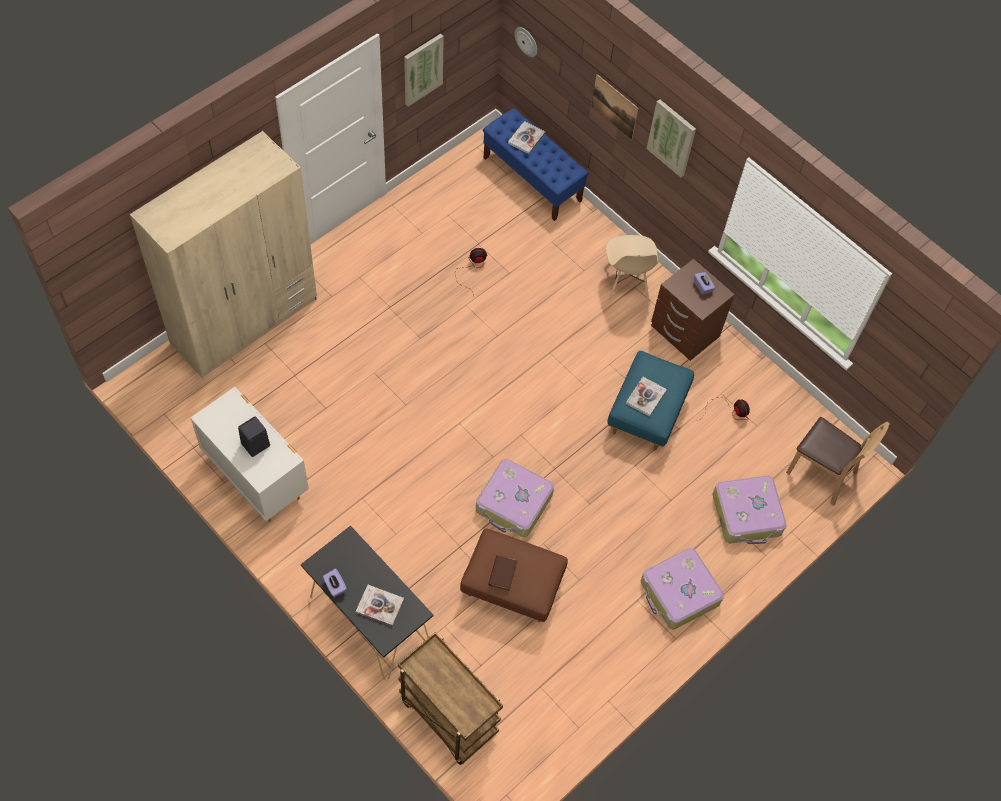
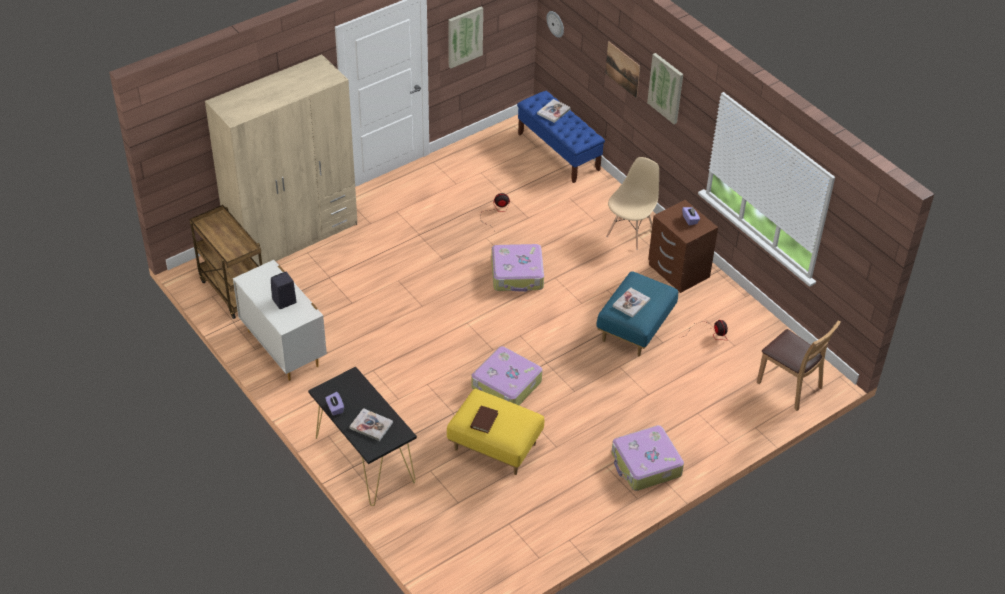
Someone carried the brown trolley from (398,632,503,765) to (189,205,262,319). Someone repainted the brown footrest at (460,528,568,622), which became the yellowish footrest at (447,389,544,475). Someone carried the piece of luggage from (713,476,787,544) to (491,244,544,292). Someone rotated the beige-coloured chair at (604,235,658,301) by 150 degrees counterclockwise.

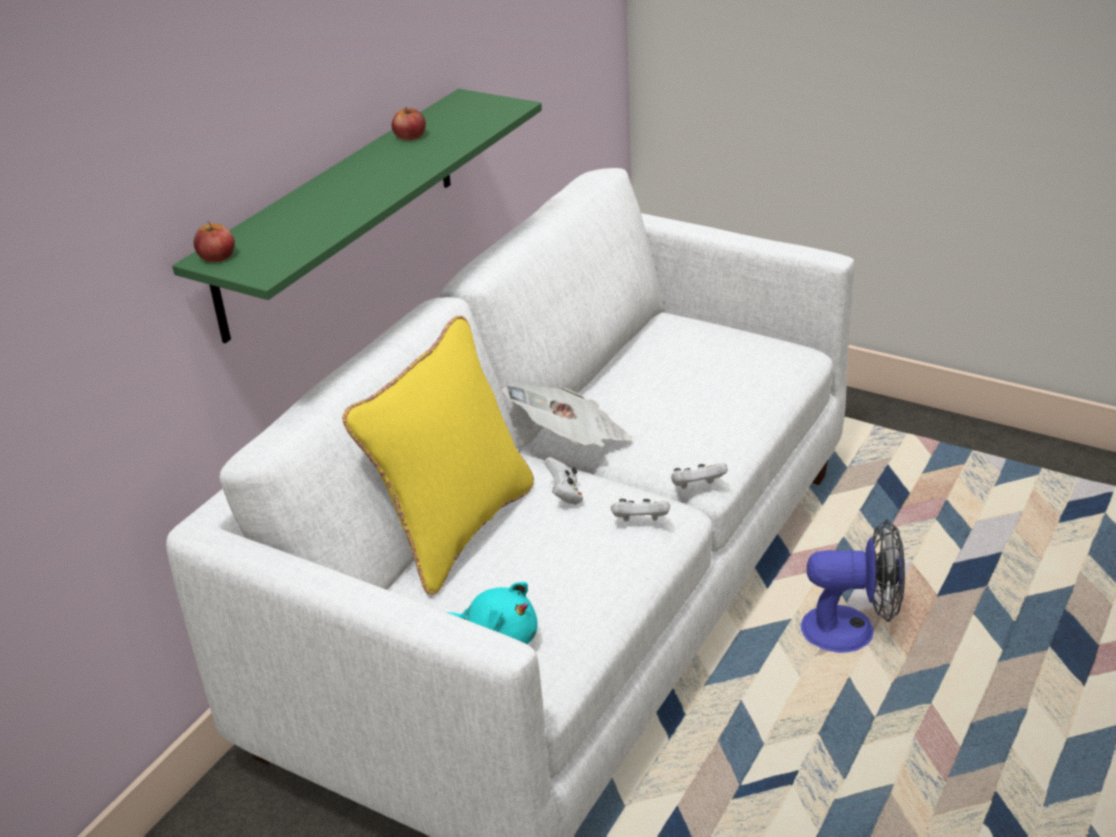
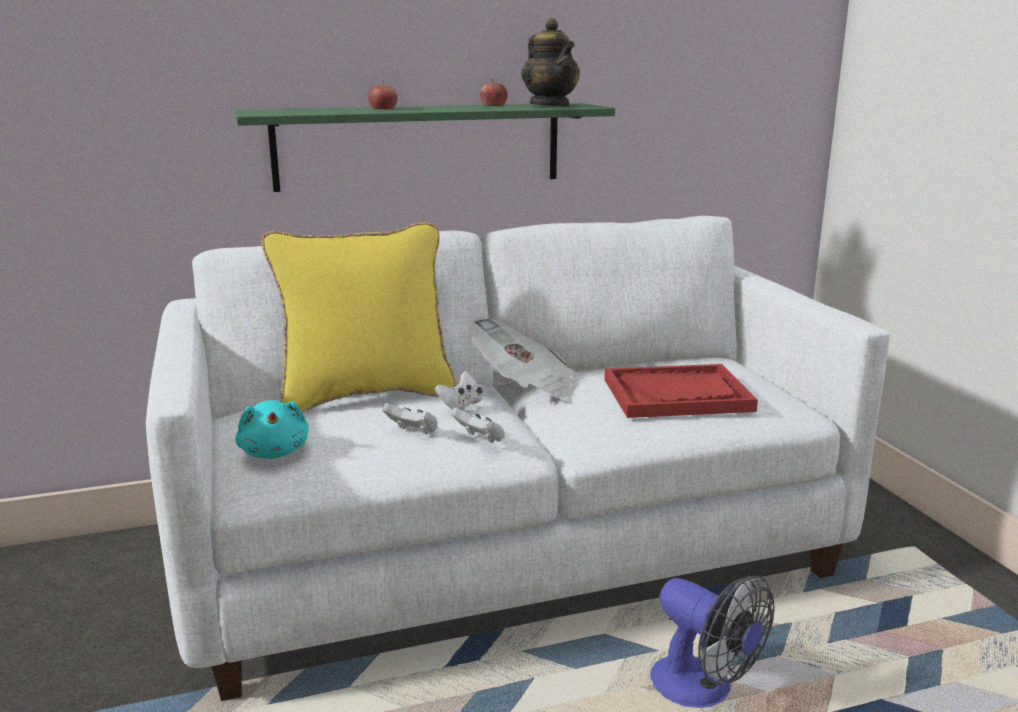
Someone carried the apple from (194,221,235,262) to (368,80,397,109). Someone carried the white joypad from (671,463,728,489) to (382,403,438,434). Someone put down the pot for tea at (522,18,580,107). Someone put down the reddish tray at (604,364,758,418).

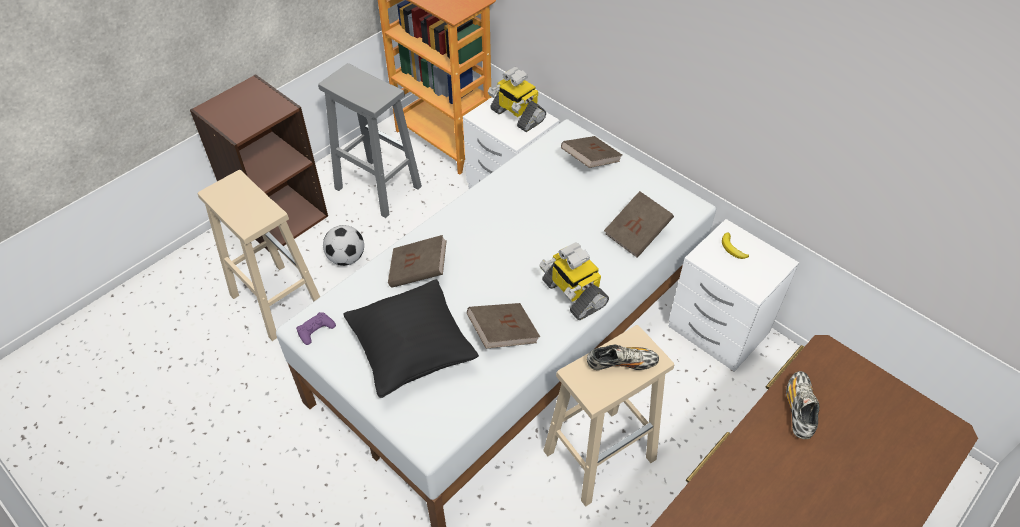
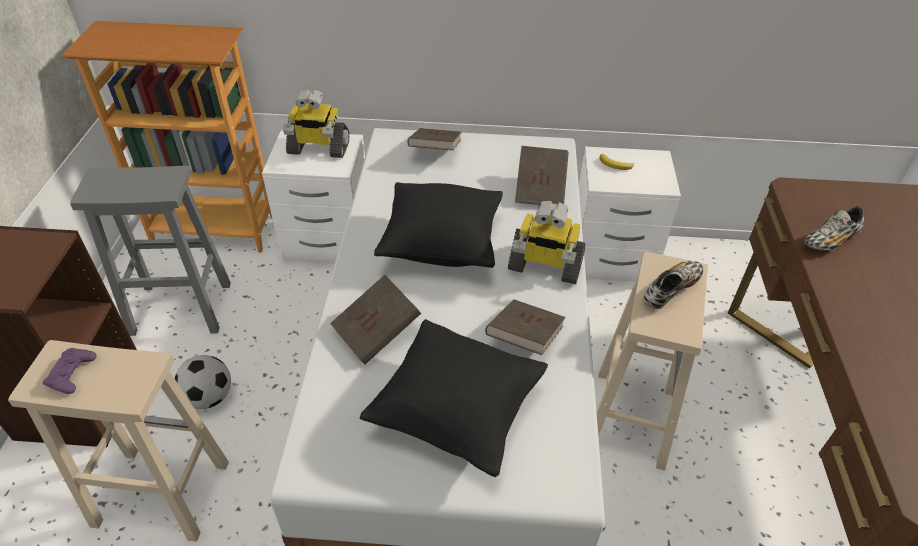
Someone carried the purple-coloured joypad from (296,312,336,345) to (43,348,97,394). Someone put down the black cushion at (374,182,503,268). Someone rotated the low shoe at (786,371,819,439) by 90 degrees counterclockwise.

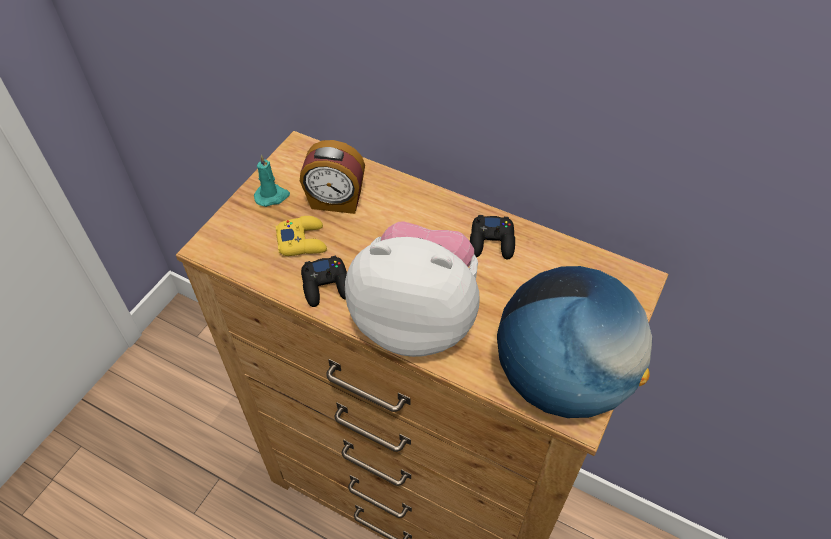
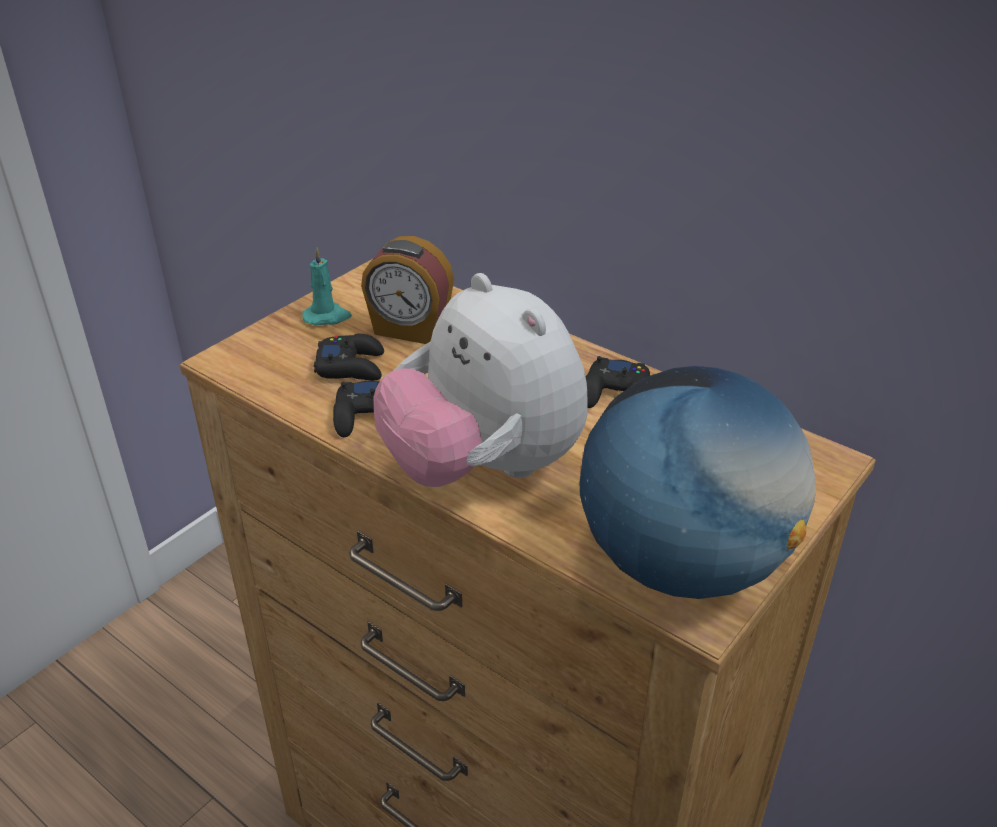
Someone repainted the yellowish joypad at (275,216,327,256), which became the black joypad at (314,333,384,380). Someone rotated the plush toy at (345,221,480,357) by 150 degrees counterclockwise.

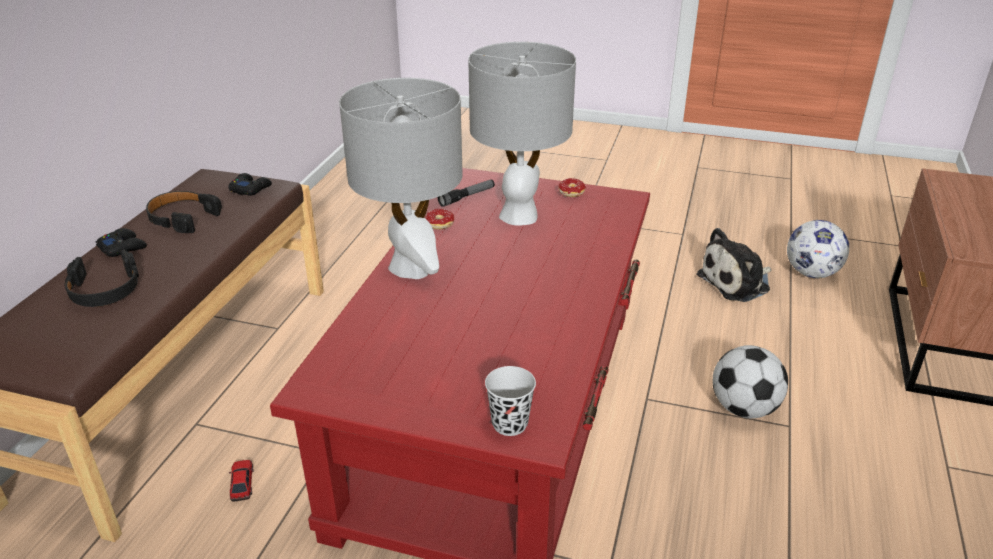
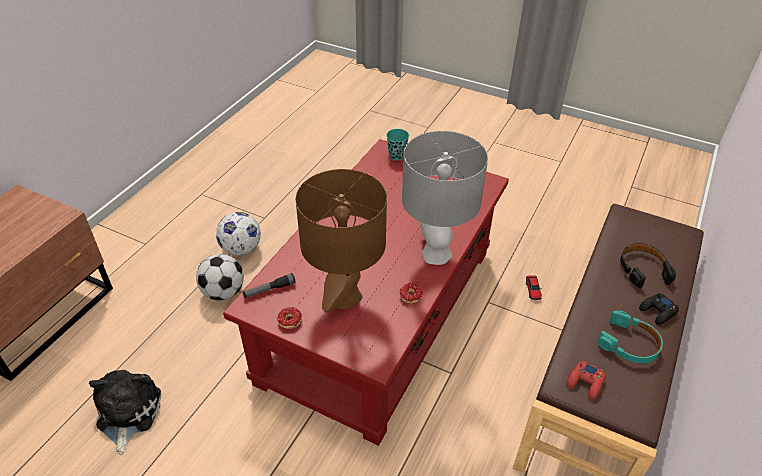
Someone rotated the plush toy at (696,228,771,302) by 75 degrees counterclockwise. Someone carried the ball for football from (787,220,849,278) to (216,212,261,256). Someone carried the flashlight from (438,180,495,207) to (243,273,296,298). Someone repainted the gray lamp for a table at (468,42,576,226), which became the brown lamp for a table at (296,169,387,313). Someone repainted the black drinking cup at (485,366,536,436), which became the turquoise-coloured drinking cup at (386,129,409,160). Someone repainted the black joypad at (228,173,272,196), which became the reddish joypad at (567,361,605,400). Someone repainted the black headset at (146,191,222,233), which became the turquoise-coloured headset at (598,310,663,363).

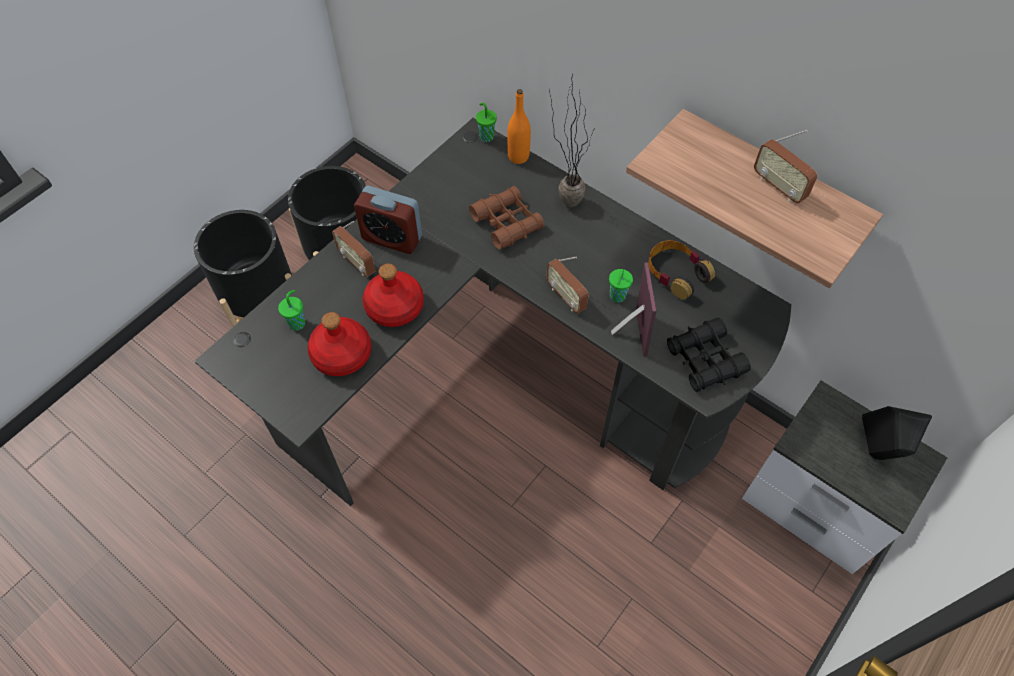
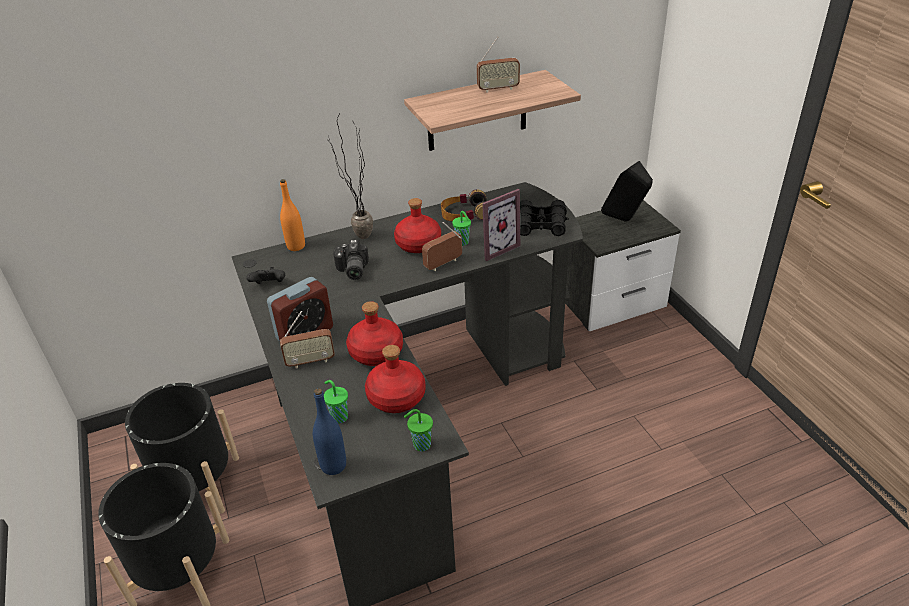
Someone put down the black joypad at (246,267,285,284). Someone put down the blue-coloured drink bottle at (313,388,346,475). Someone swapped the brown pair of binoculars at (469,186,544,249) for the photo camera at (333,239,369,280). Someone put down the reddish drink bottle at (394,198,441,253). Someone carried the green drinking cup from (476,102,497,142) to (404,409,433,451). Someone rotated the radio receiver at (546,257,589,314) by 150 degrees clockwise. Someone rotated the photo frame at (611,262,657,356) by 120 degrees clockwise.

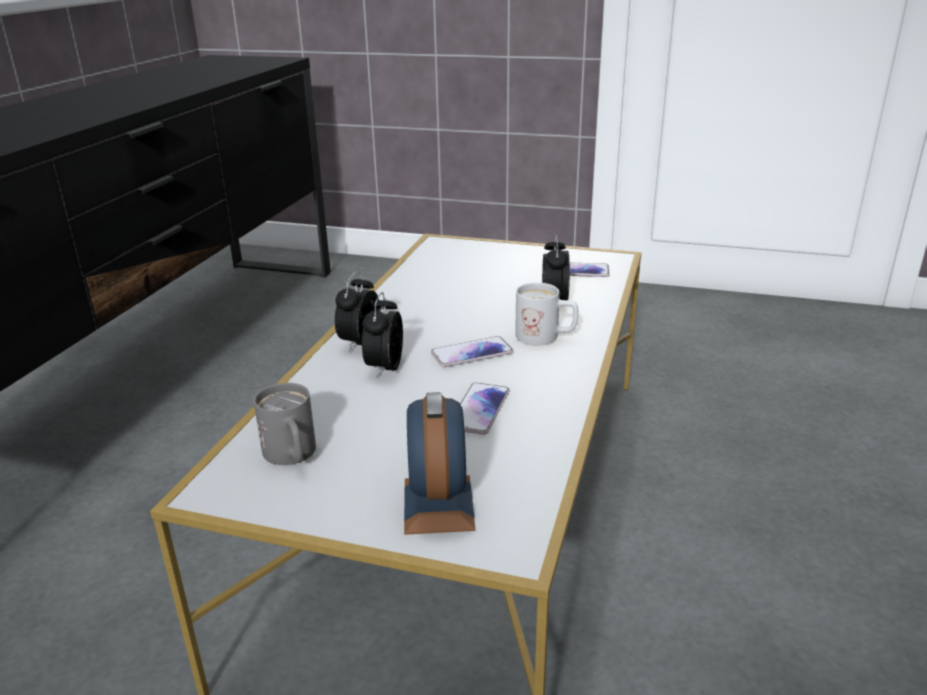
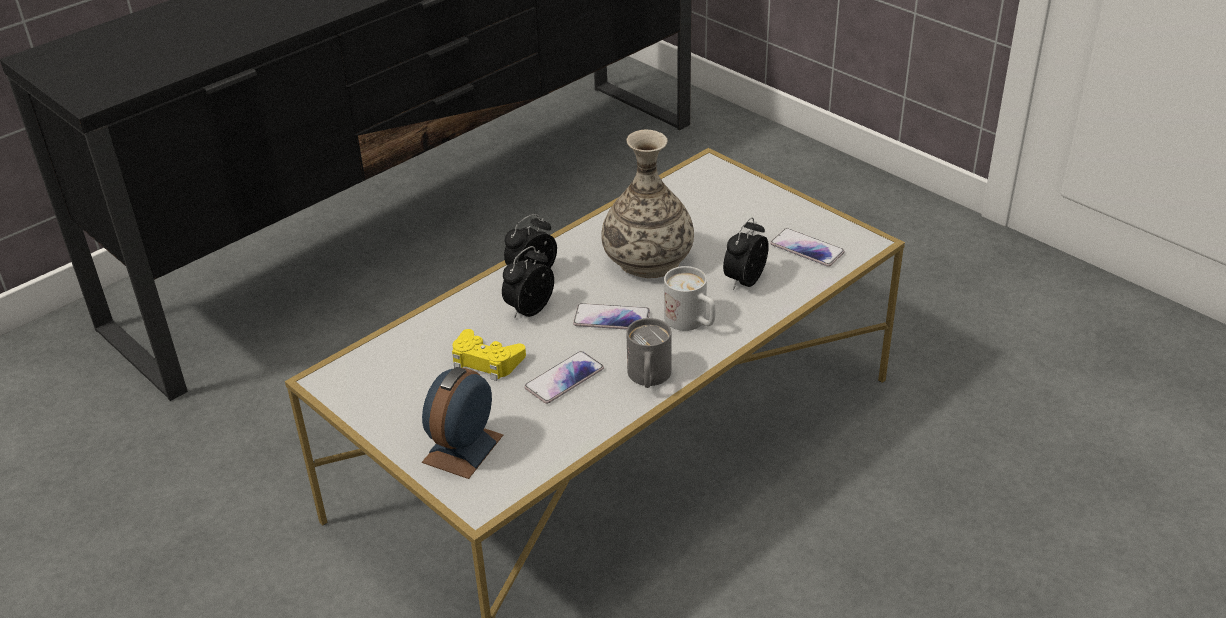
Someone put down the yellowish joypad at (452,329,526,381). Someone put down the vase at (602,130,694,278). Someone carried the gray tea mug from (254,383,316,465) to (626,318,671,388).

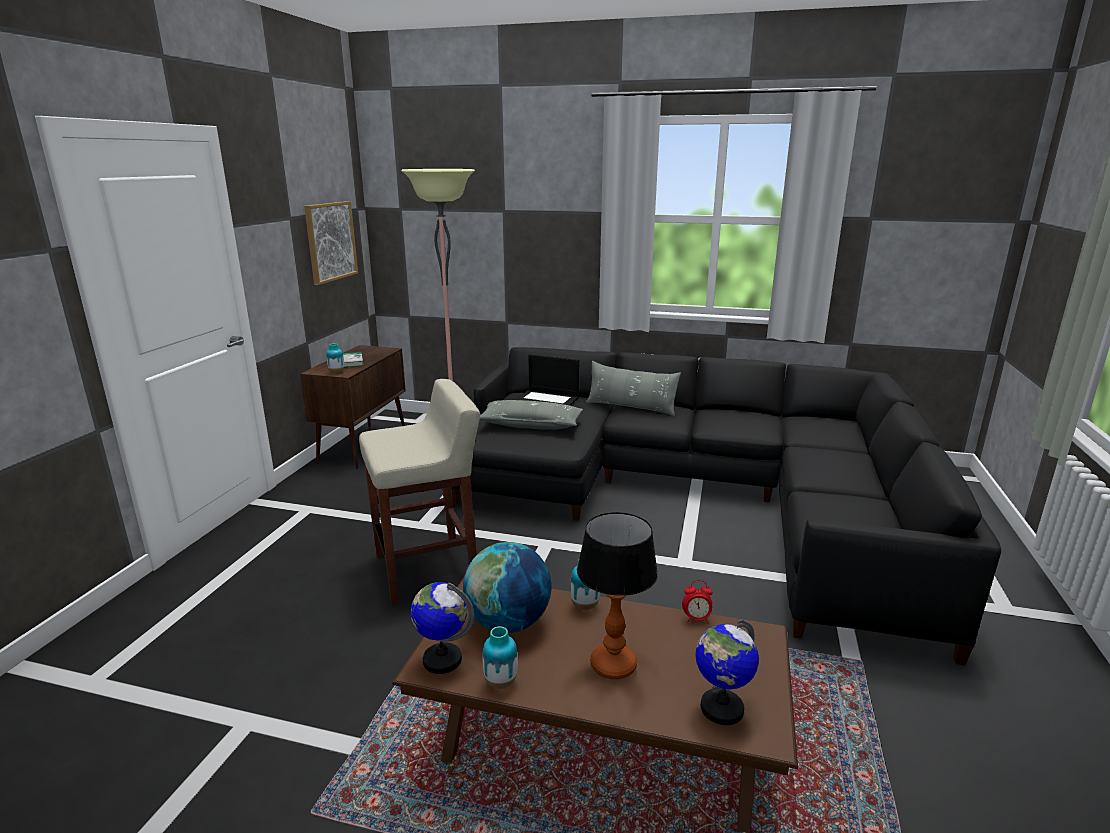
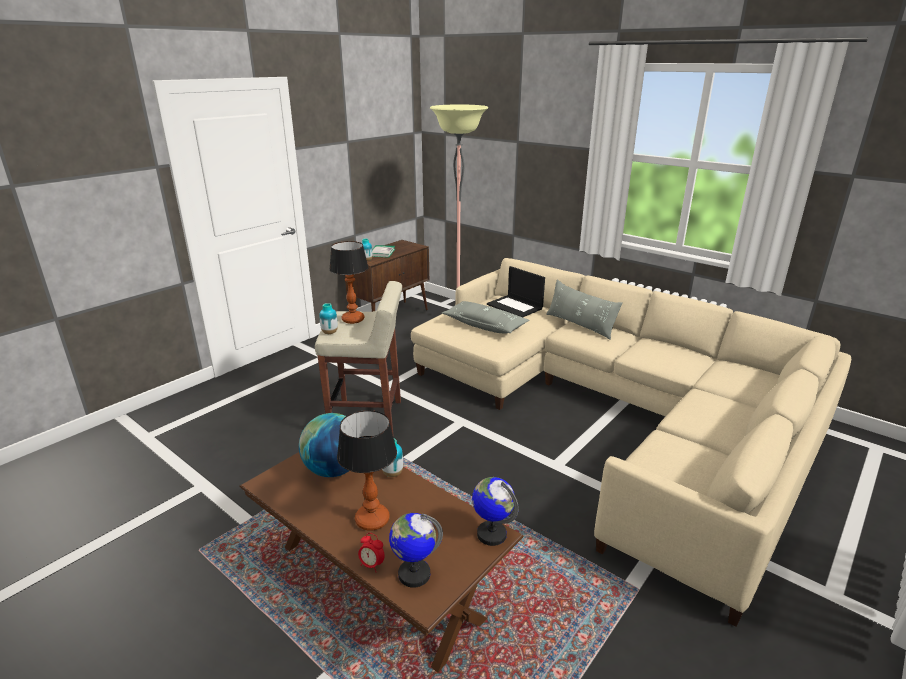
Someone carried the vase from (483,626,518,689) to (320,303,338,334). Someone put down the lamp for a table at (329,241,368,324). Someone carried the bedside clock from (682,580,713,624) to (358,533,385,572). Someone repainted the black settee at (451,347,1001,665), which became the beige-coloured settee at (411,258,851,627). Someone carried the globe from (411,582,474,674) to (472,477,519,546). Someone took away the wall art at (304,201,358,285).

